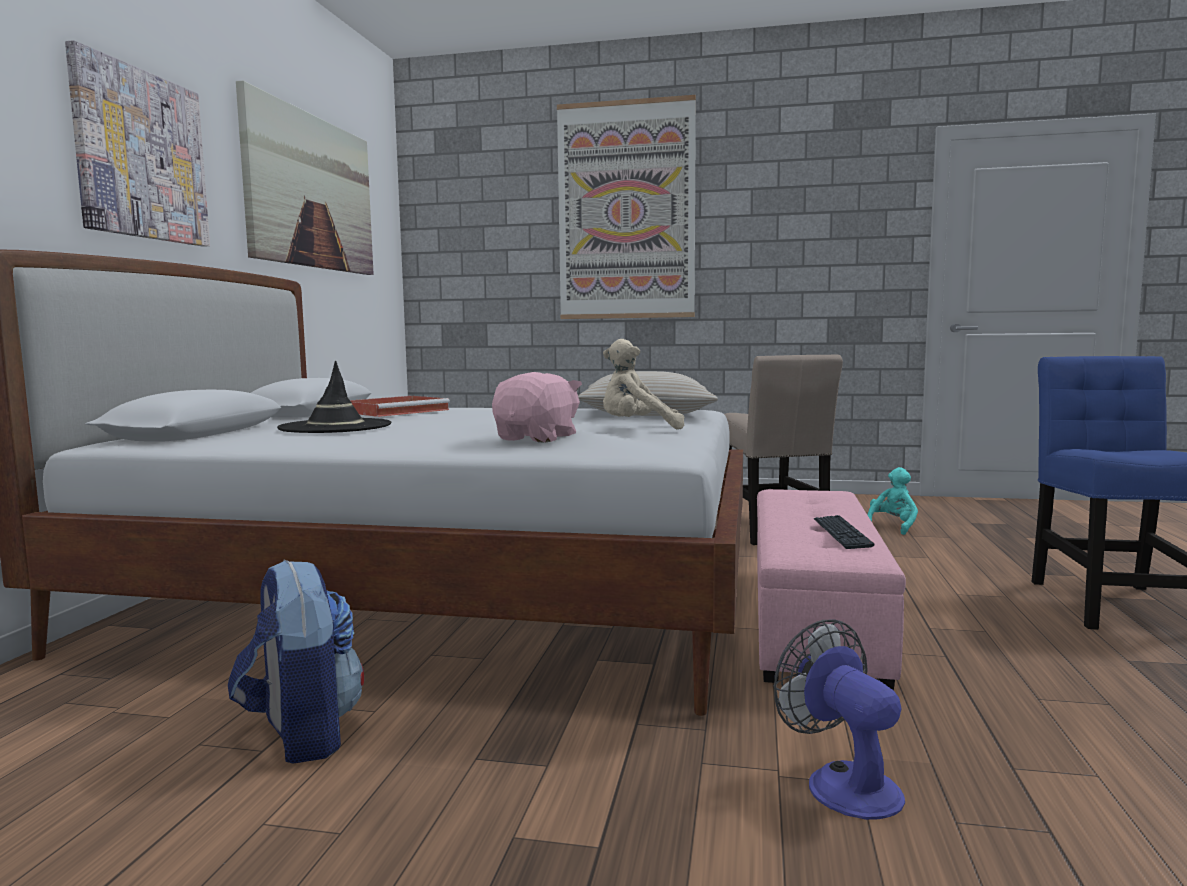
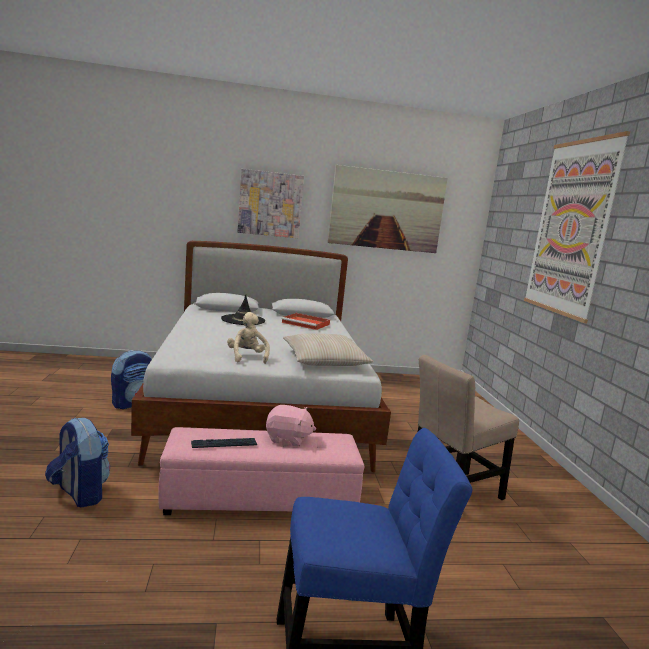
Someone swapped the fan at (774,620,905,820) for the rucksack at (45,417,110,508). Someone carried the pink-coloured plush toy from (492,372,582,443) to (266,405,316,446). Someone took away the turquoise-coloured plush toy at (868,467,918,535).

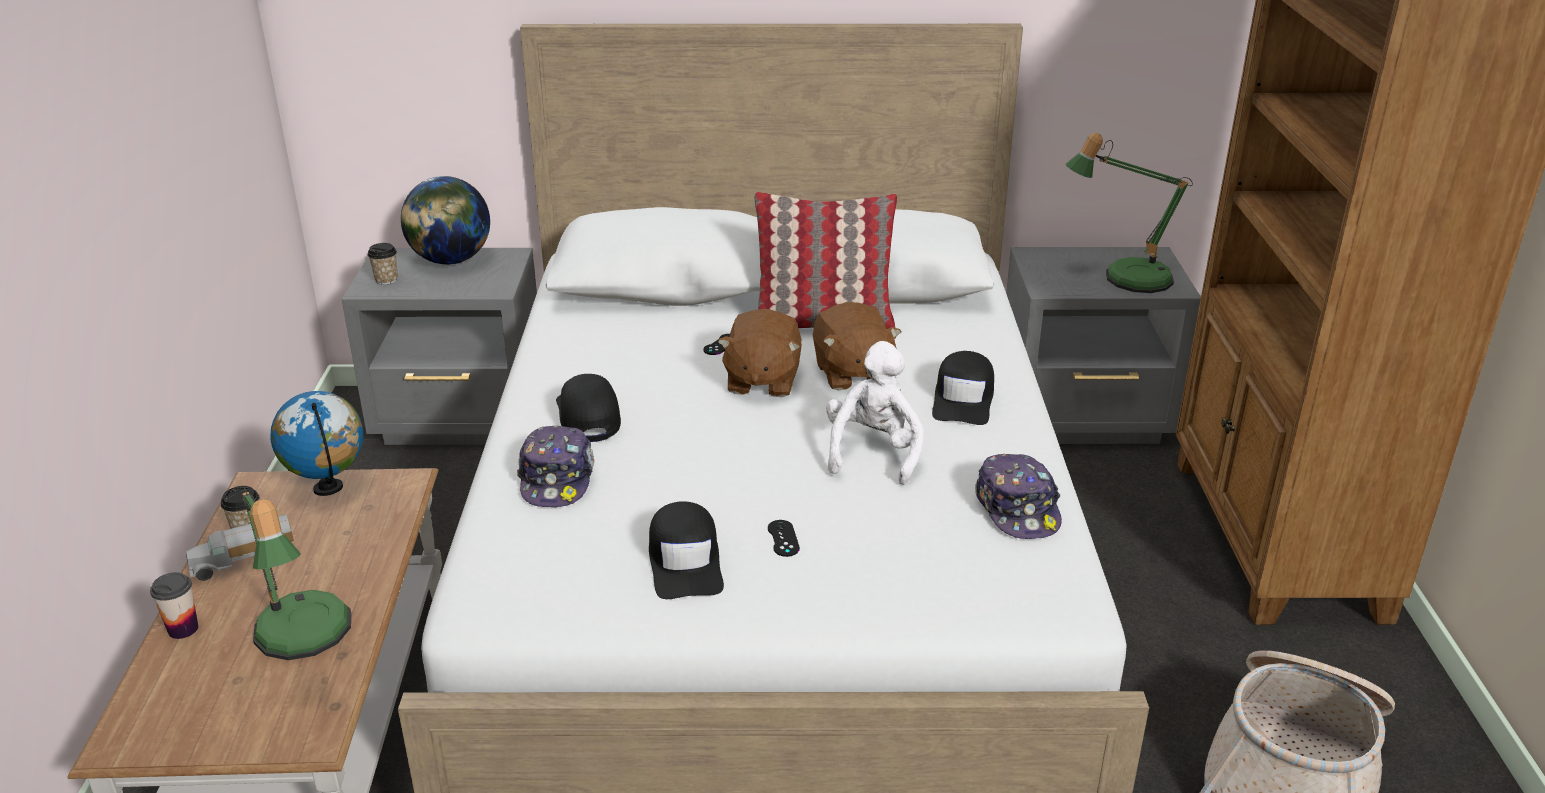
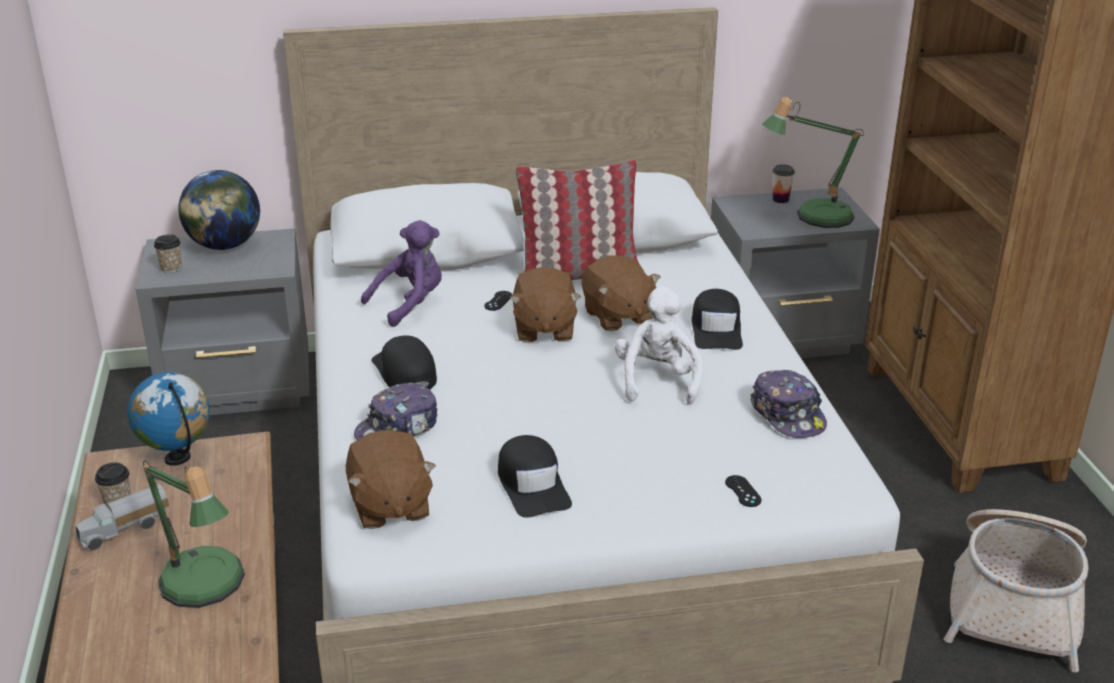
Someone put down the brown plush toy at (346,430,436,529). Someone rotated the peaked cap at (517,426,594,507) by 60 degrees clockwise. Someone put down the purple-coloured plush toy at (361,220,442,327). Someone carried the black joypad from (768,520,800,557) to (725,475,762,507). Someone carried the drinking cup from (150,572,198,639) to (773,164,795,203).

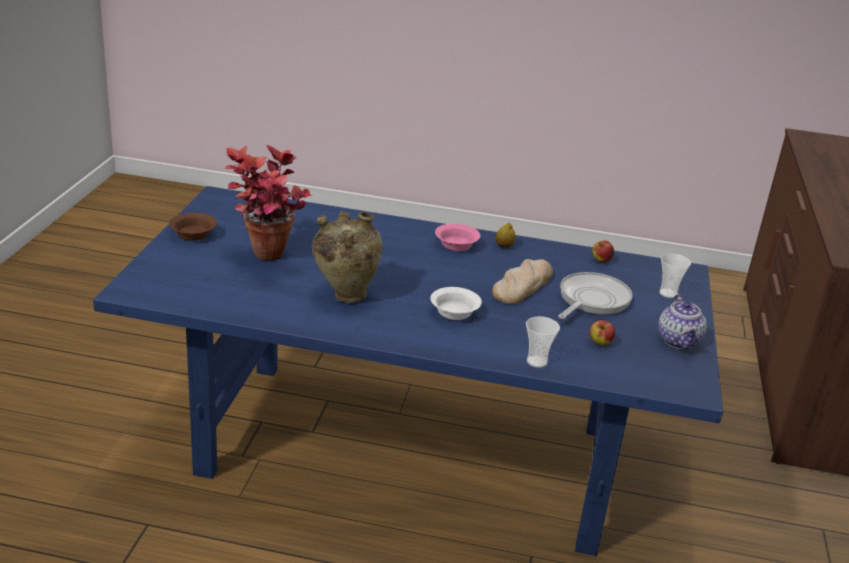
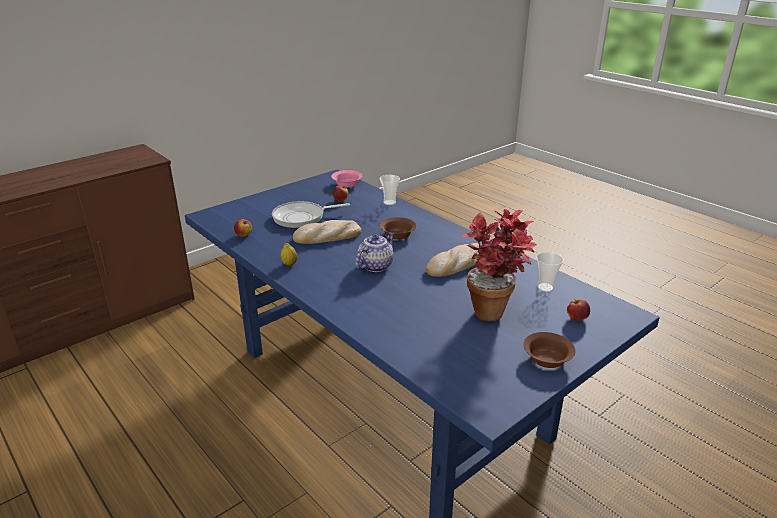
Someone carried the pink-coloured deep dish from (435,223,480,251) to (331,170,362,187). Someone carried the pot for tea from (658,294,707,349) to (355,232,395,272). Someone repainted the white deep dish at (430,287,482,320), which became the brown deep dish at (380,217,416,239). Someone swapped the beige-coloured vase at (312,211,383,303) for the bakery bread at (426,243,479,277). Someone carried the drinking cup from (659,253,691,298) to (536,252,564,292). Someone put down the apple at (567,299,590,321).

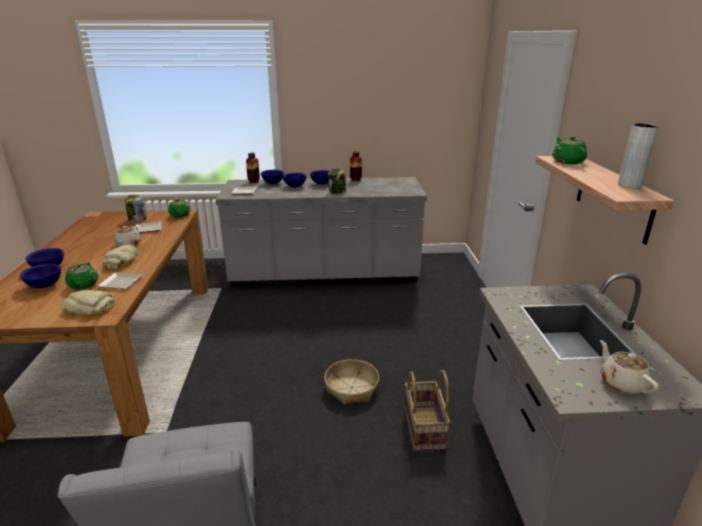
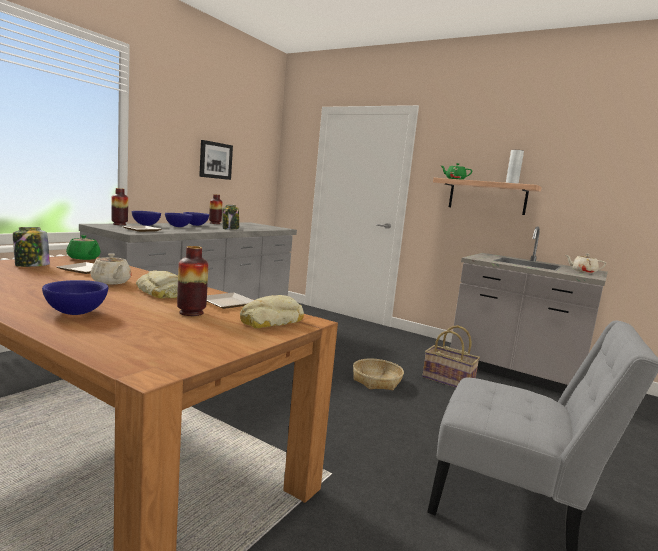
Someone swapped the green pot for tea at (65,262,98,289) for the vase at (177,246,208,316). Someone put up the wall art at (199,140,233,180). Someone took away the blue-coloured deep dish at (20,263,61,288).

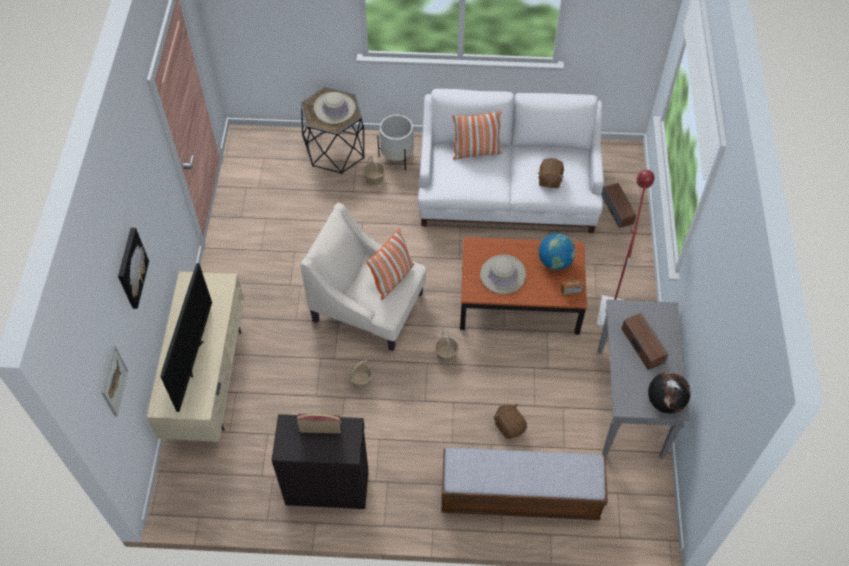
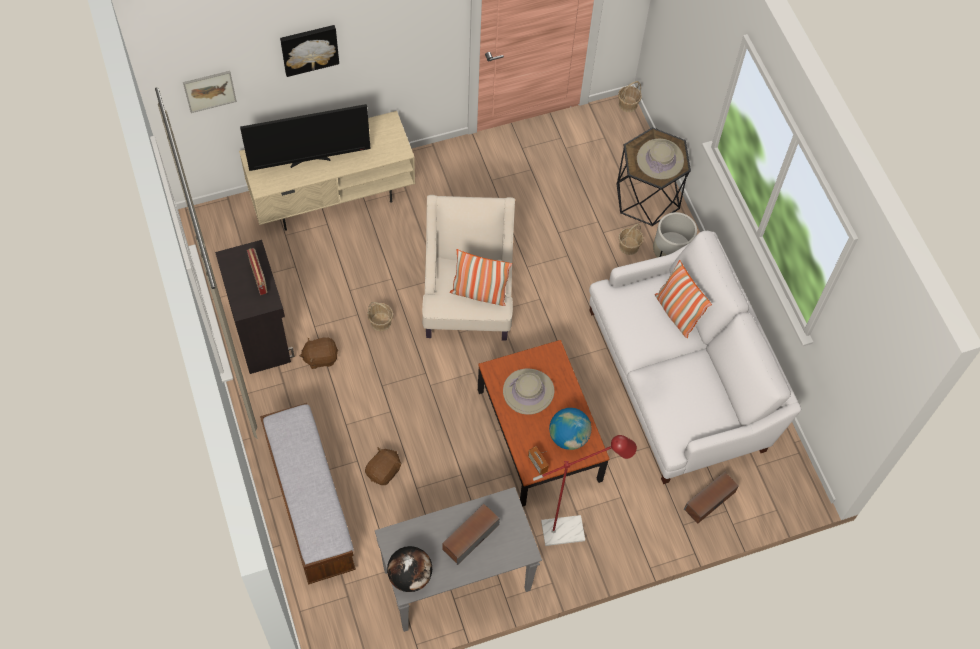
Someone carried the brown plush toy from (538,158,564,189) to (300,337,338,369). Someone carried the storage basket from (435,331,459,364) to (618,81,642,112).

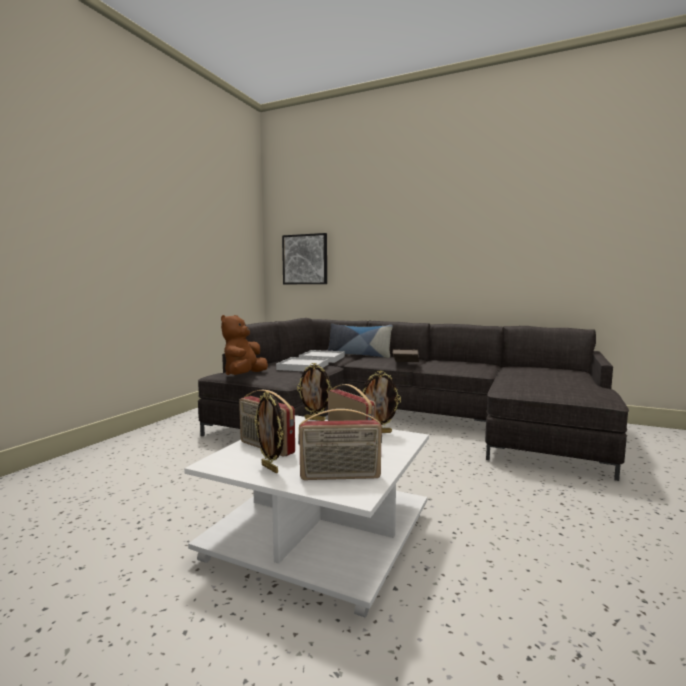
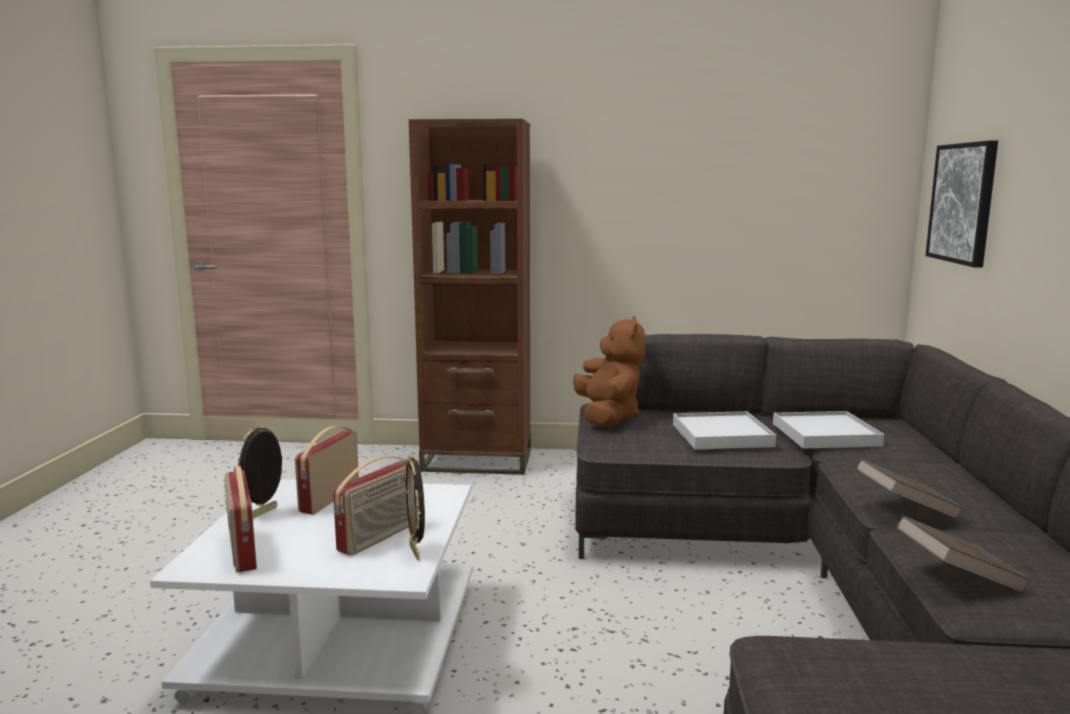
Someone put down the brown bookshelf at (409,119,531,475). Someone rotated the brown plush toy at (221,315,268,375) by 90 degrees clockwise. Someone put down the brown book at (897,516,1031,593). Someone took away the photo frame at (297,363,332,421). Someone took away the cushion at (327,323,393,358).

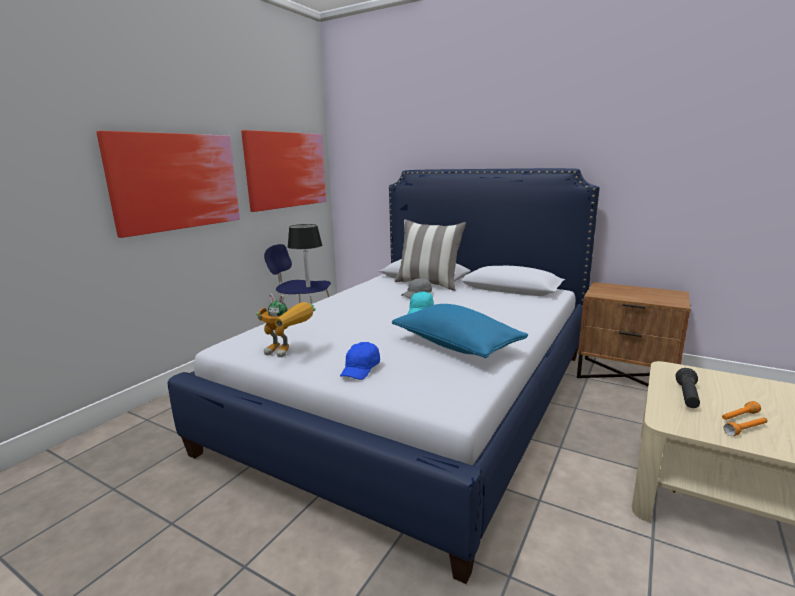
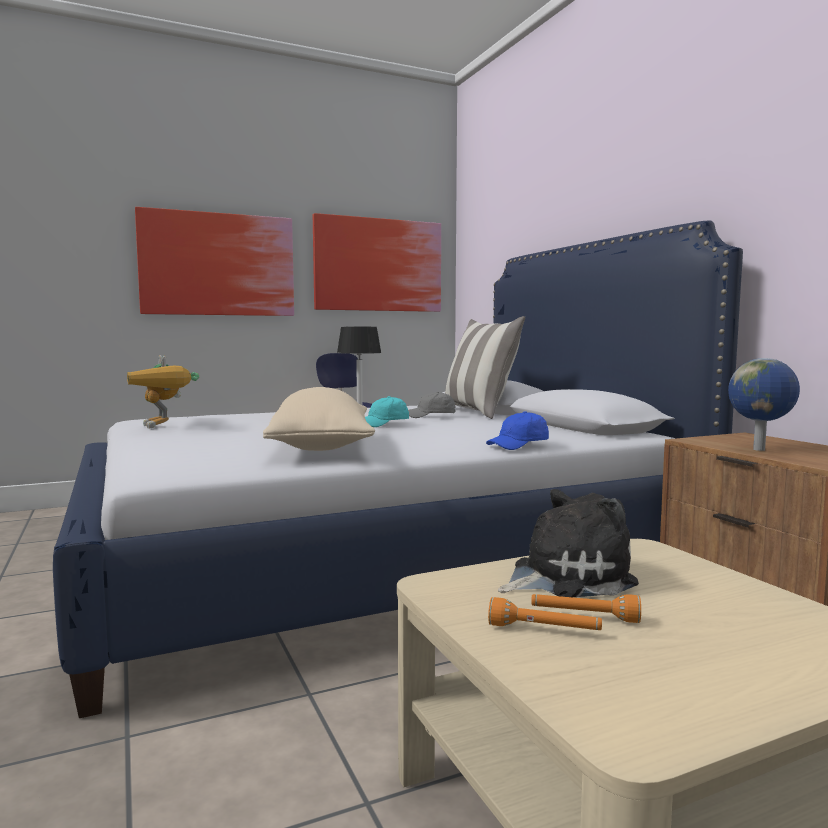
Someone repainted the blue-coloured cushion at (392,304,528,358), which became the beige-coloured cushion at (263,387,375,451). Someone carried the blue-coloured peaked cap from (340,342,380,380) to (486,411,549,450). Someone swapped the black flashlight at (676,368,700,408) for the plush toy at (498,489,639,597). Someone put down the globe at (728,358,800,451).

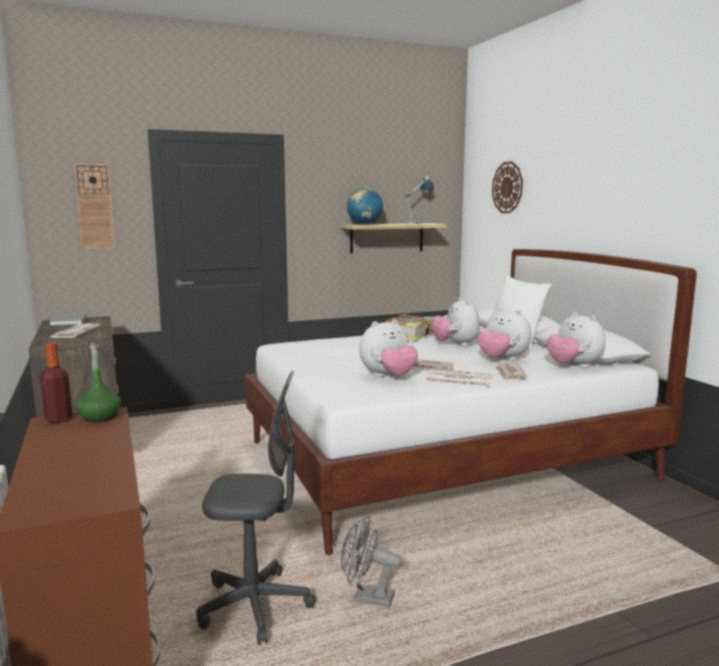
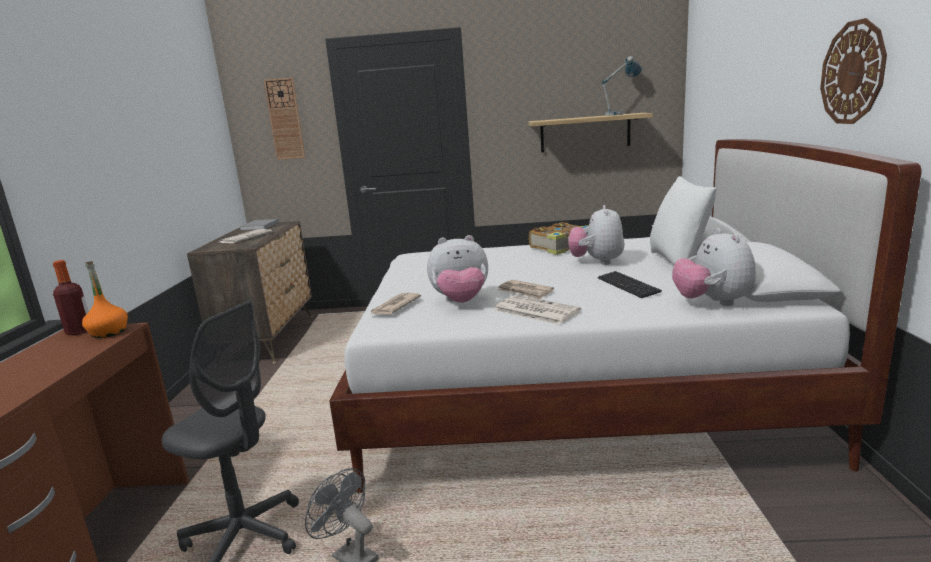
Someone repainted the green drink bottle at (77,343,121,422), which became the orangey drink bottle at (82,261,128,338). Someone carried the printed paper from (495,363,527,381) to (371,293,421,315). Someone swapped the plush toy at (478,307,532,360) for the keyboard at (598,271,662,298). Someone carried the wall clock from (492,161,523,213) to (820,18,887,124). Someone took away the globe at (347,188,383,225).

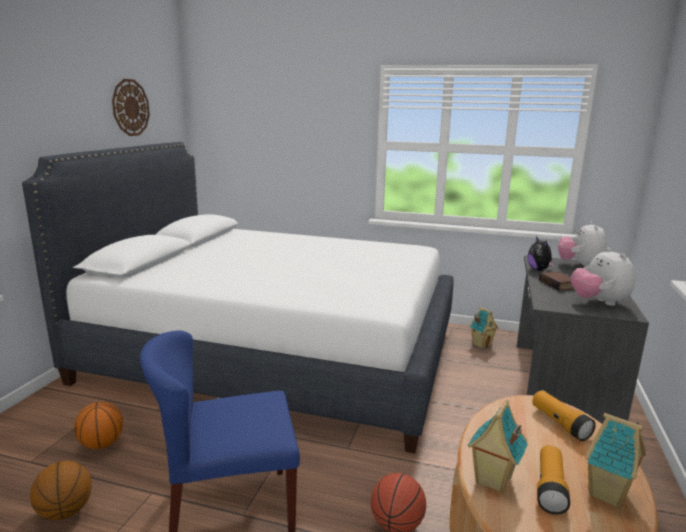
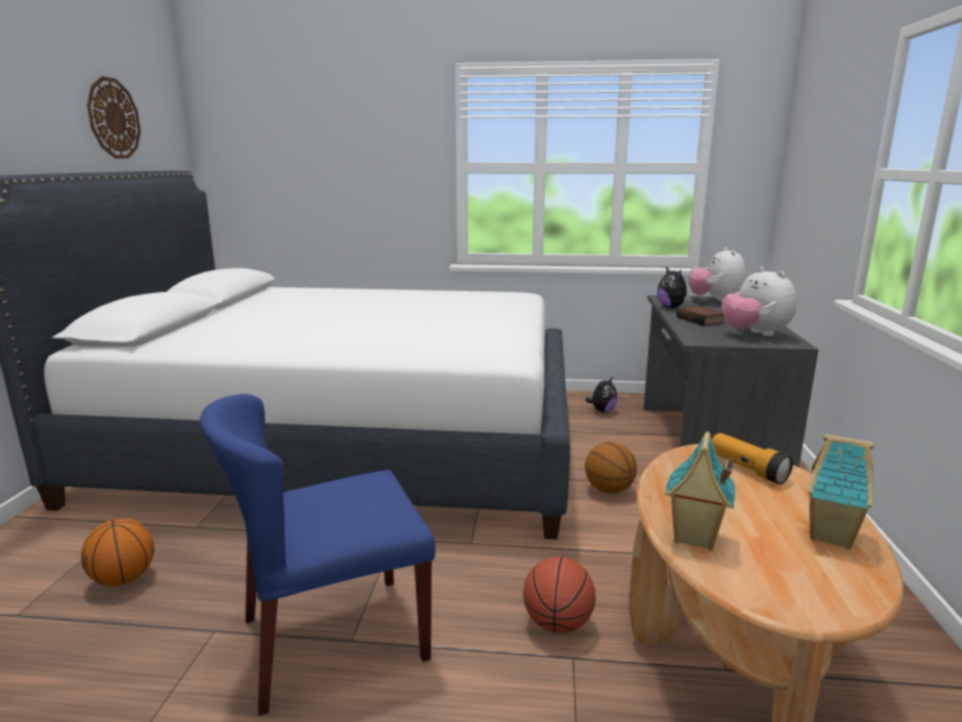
Someone swapped the toy house at (469,307,498,349) for the plush toy at (585,377,617,412). Someone carried the ball for basketball from (30,461,92,520) to (585,442,637,493). Someone took away the flashlight at (537,445,570,515).

